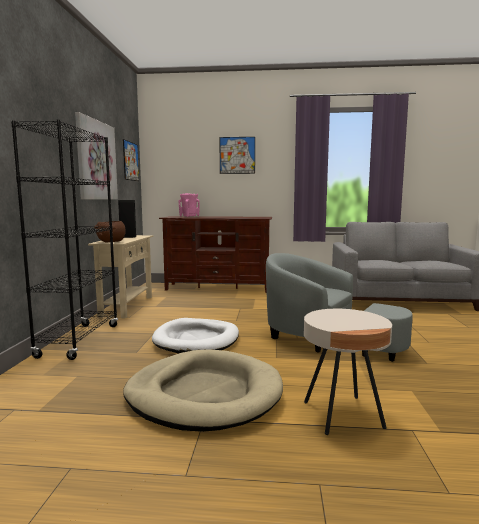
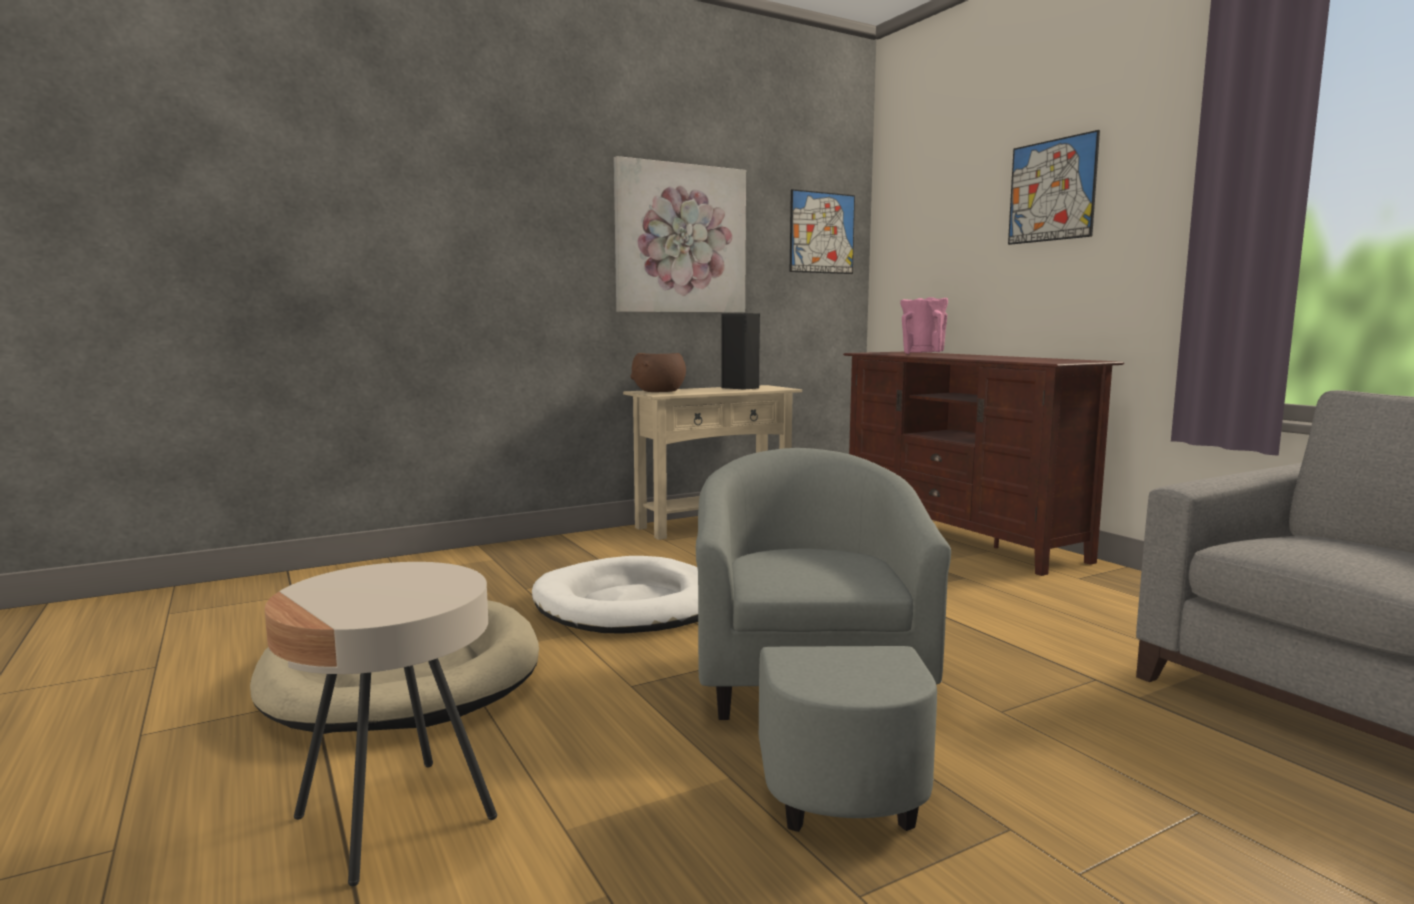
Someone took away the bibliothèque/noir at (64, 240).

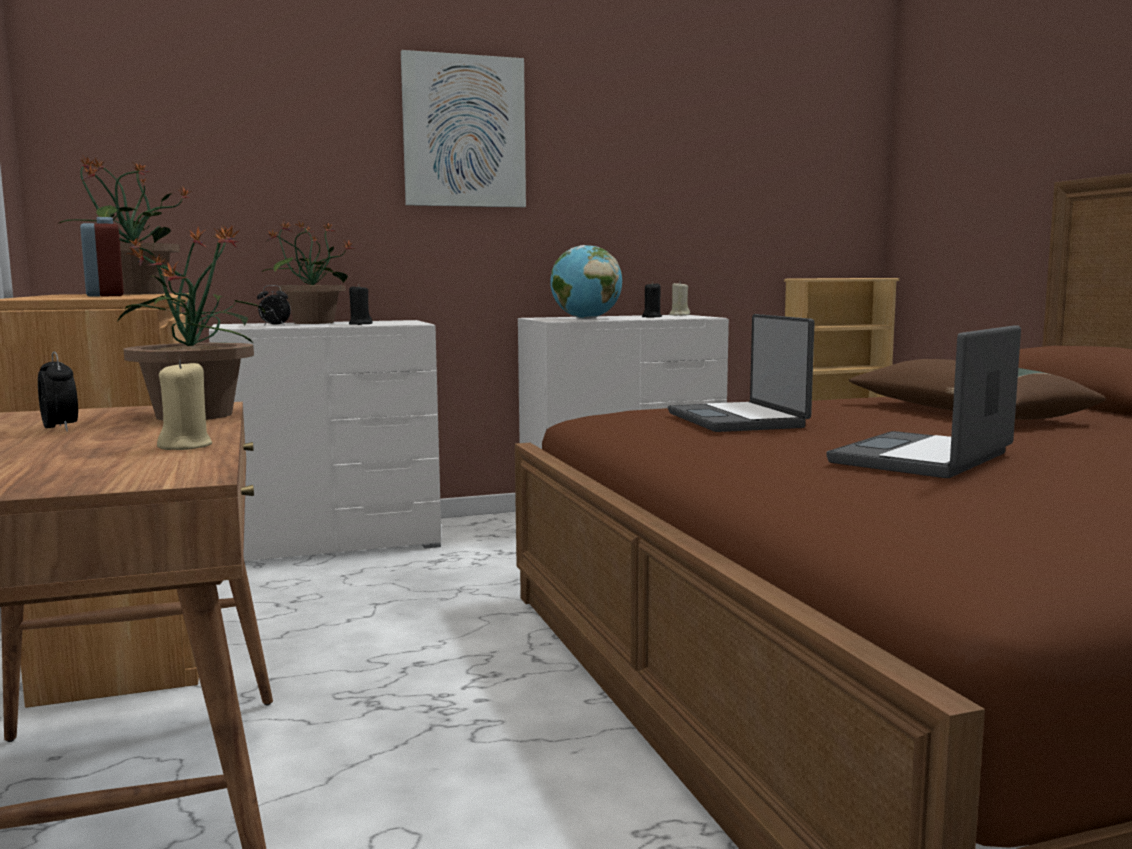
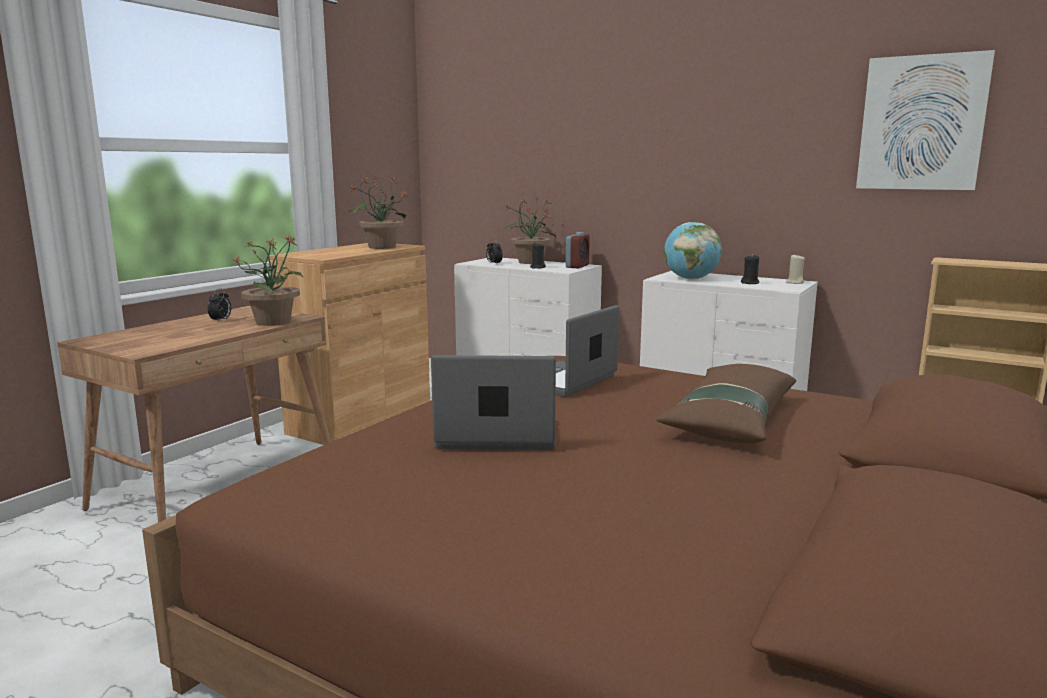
Someone carried the réveil from (102, 257) to (578, 250). Someone carried the tableau from (463, 129) to (925, 120). Someone took away the bougie/beige at (184, 405).

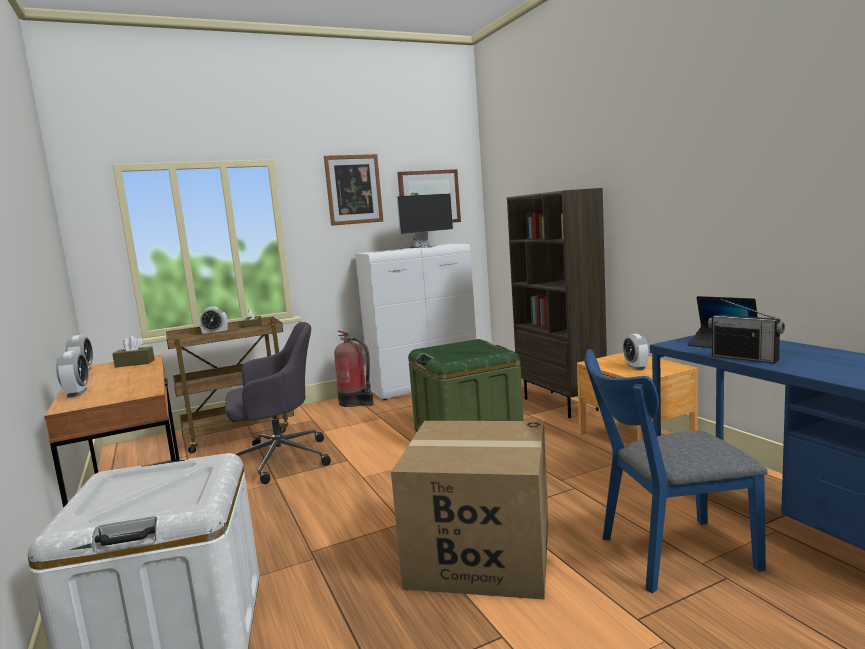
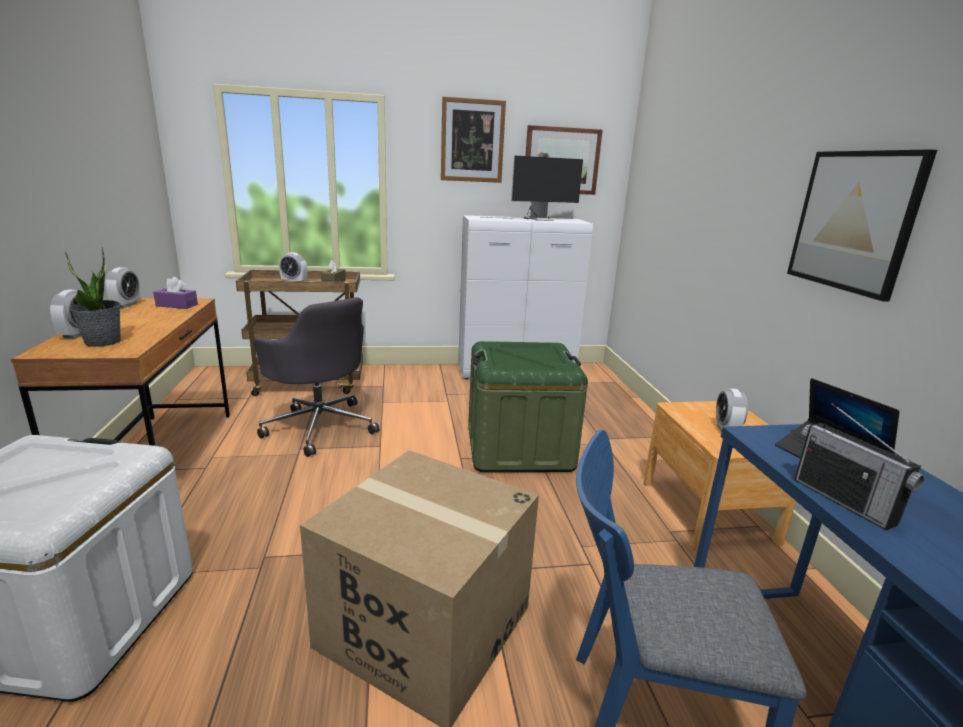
Someone put down the plante en pot at (93, 297). Someone repainted the boîte à mouchoirs/marron at (134, 351), which became the boîte à mouchoirs/violet at (175, 293). Someone rotated the chaise de bureau/gris at (278, 403) by 45 degrees clockwise. Someone put up the tableau at (862, 225). Someone took away the extincteur at (353, 369). Someone took away the bibliothèque/marron at (557, 303).

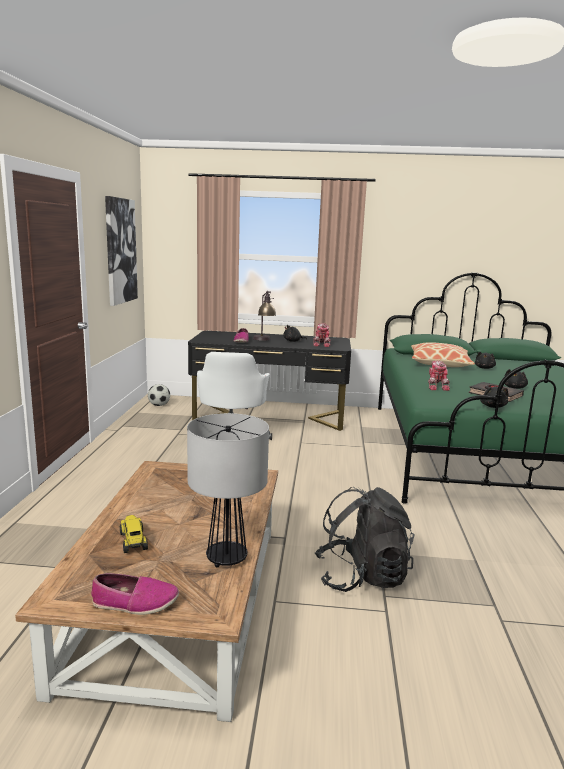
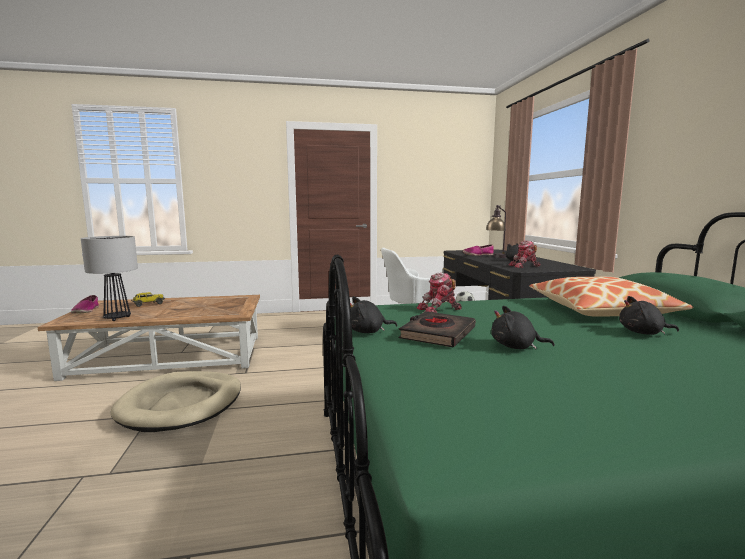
Someone swapped the sac à dos/noir at (365, 539) for the panier pour chien/beige at (176, 401). Someone took away the tableau at (121, 251).

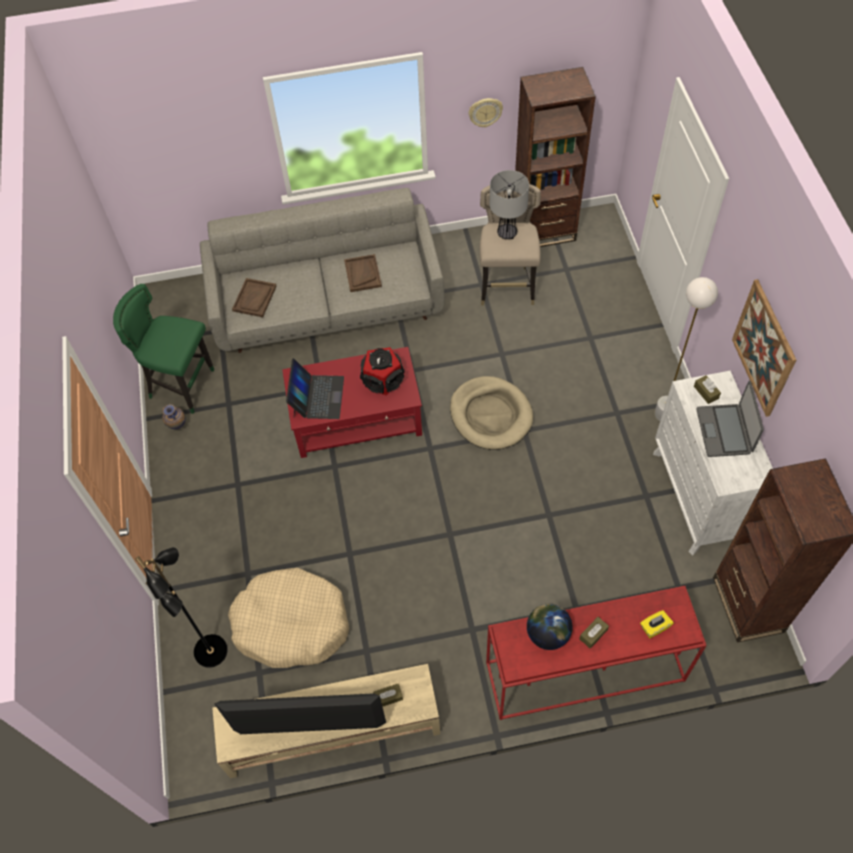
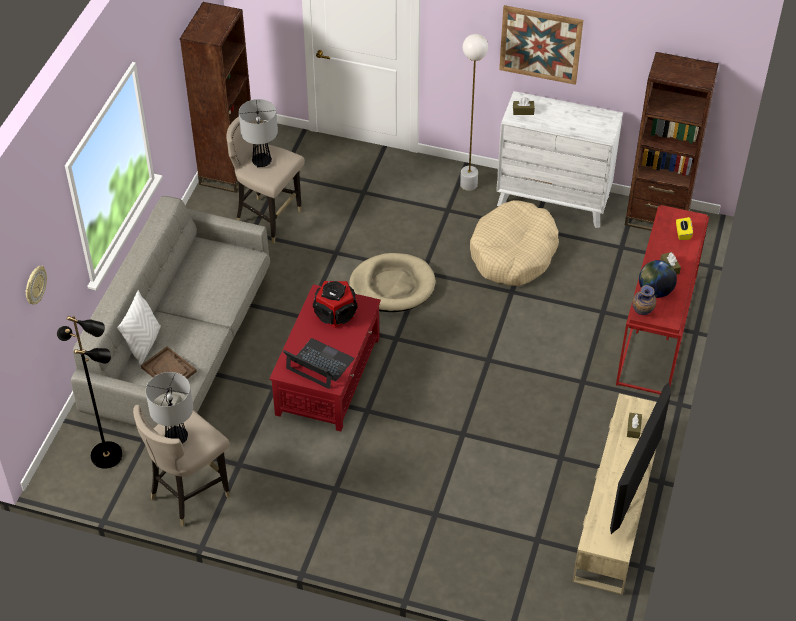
Someone carried the horloge murale from (486, 113) to (36, 285). Someone carried the lampadaire/noir from (181, 607) to (90, 392). Someone put down the coussin/blanc at (139, 328). Someone repainted the tabouret/vert at (163, 349), which became the tabouret/beige at (181, 466). Someone put down the lampe de table at (169, 408). Someone carried the panier pour chien/beige from (288, 618) to (514, 243). Someone carried the vase from (174, 416) to (644, 300). Someone took away the plateau/marron at (363, 273). Someone took away the ordinateur portable at (730, 418).

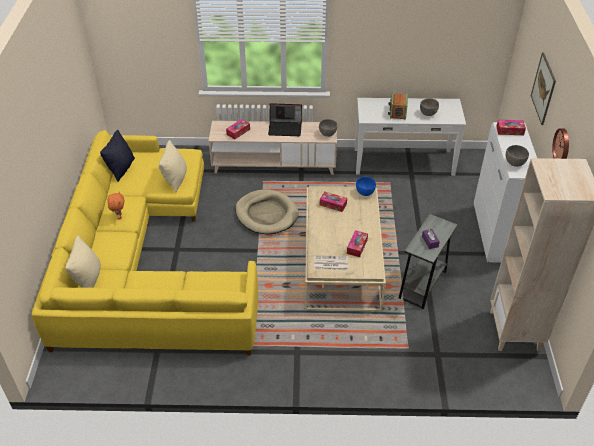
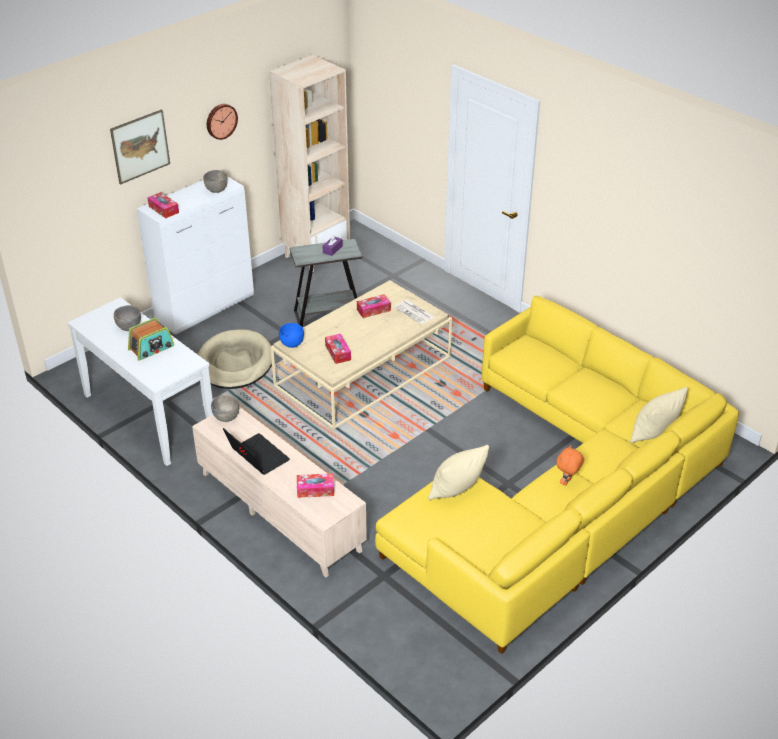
Someone carried the panier pour chien/beige from (266, 211) to (235, 359). Someone took away the coussin/noir at (117, 156).

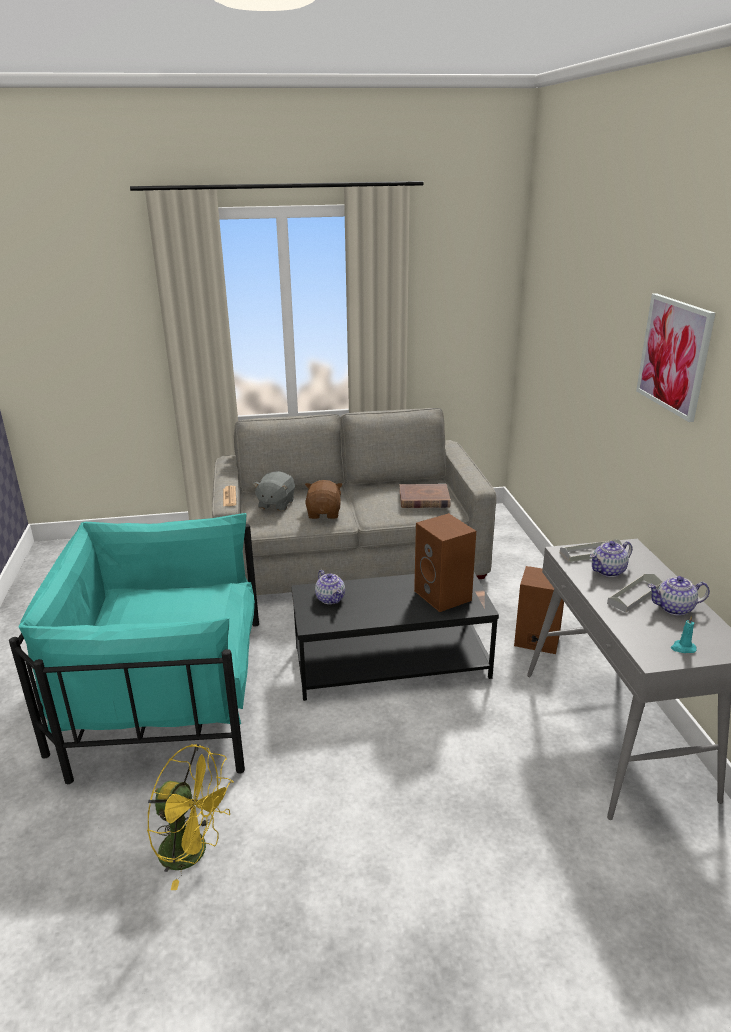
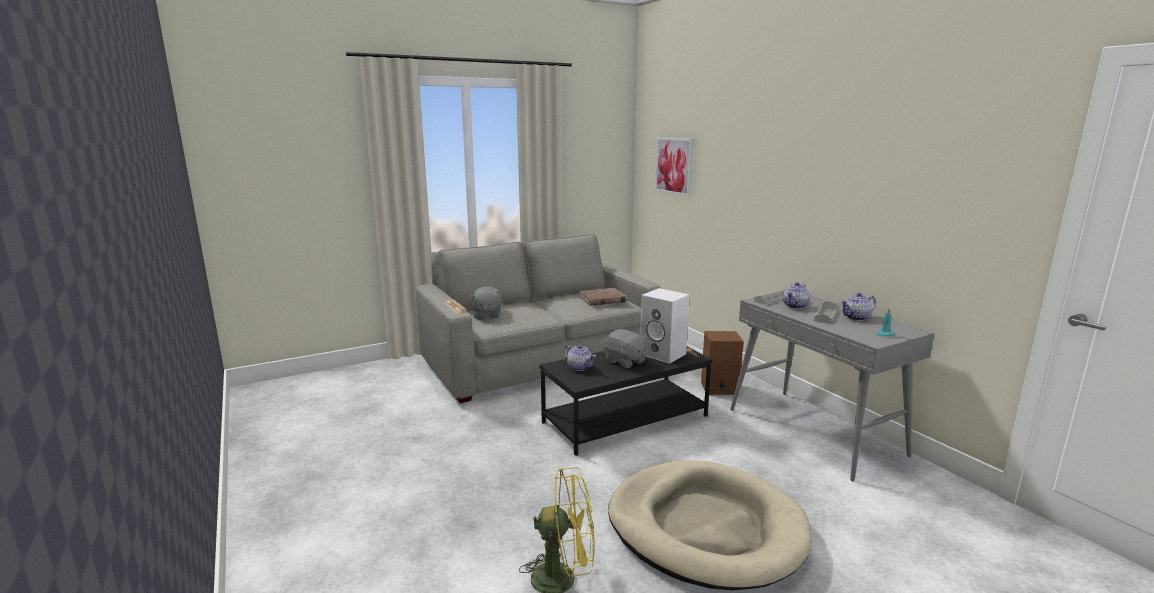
Someone put down the peluche/gris at (626, 348). Someone put down the panier pour chien/beige at (710, 525). Someone repainted the enceinte/marron at (445, 562), which became the enceinte/blanc at (665, 326). Someone carried the tableau from (676, 357) to (674, 167). Someone took away the fauteuil/turquoise at (134, 649). Someone took away the peluche/marron at (324, 499).

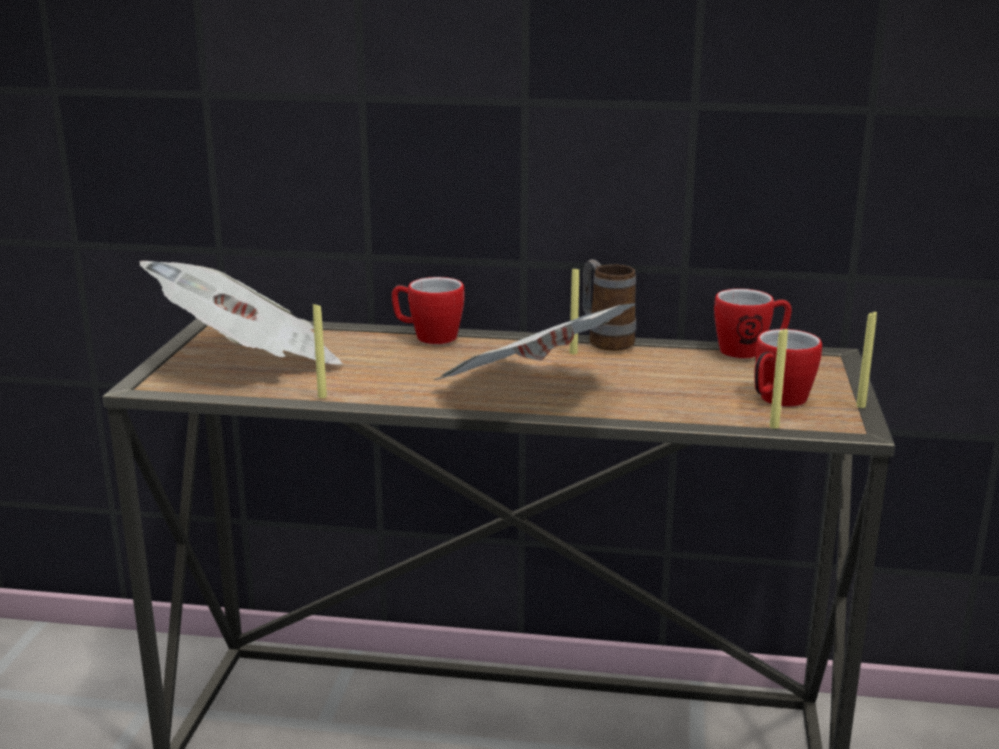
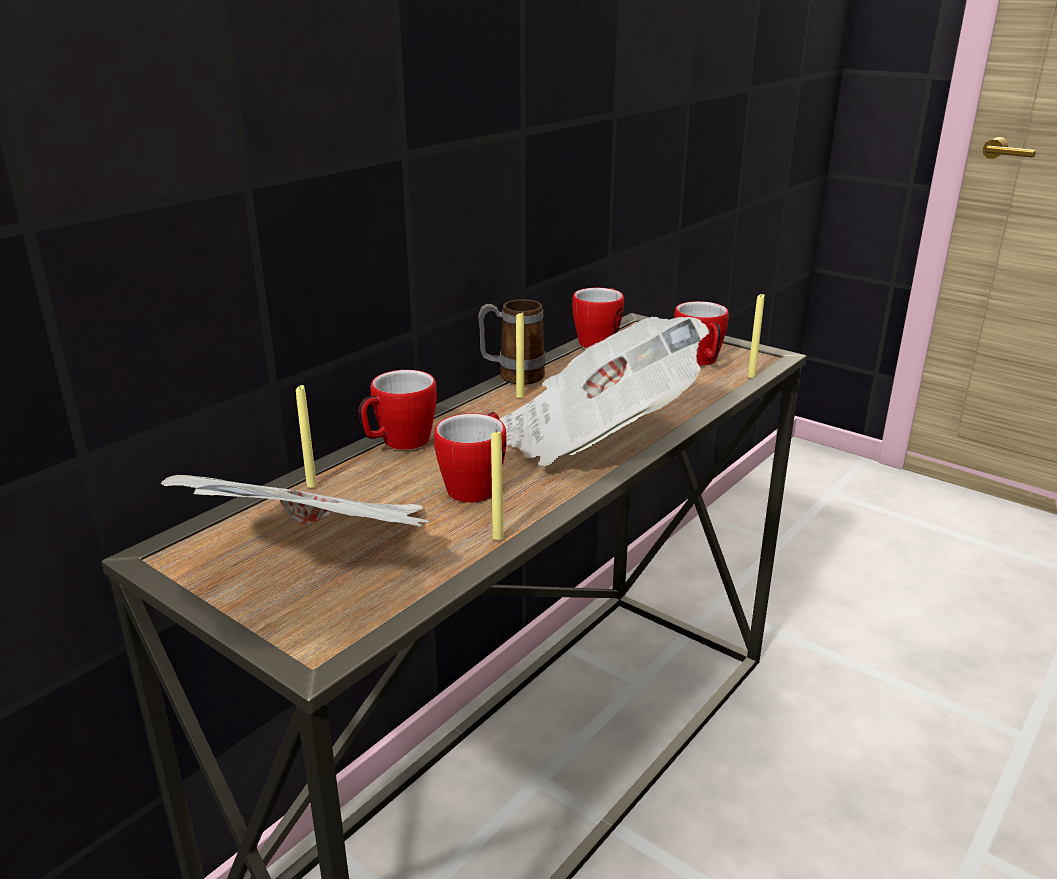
Someone carried the bougie/jaune from (866, 359) to (306, 436). Someone put down the mug at (470, 457).

